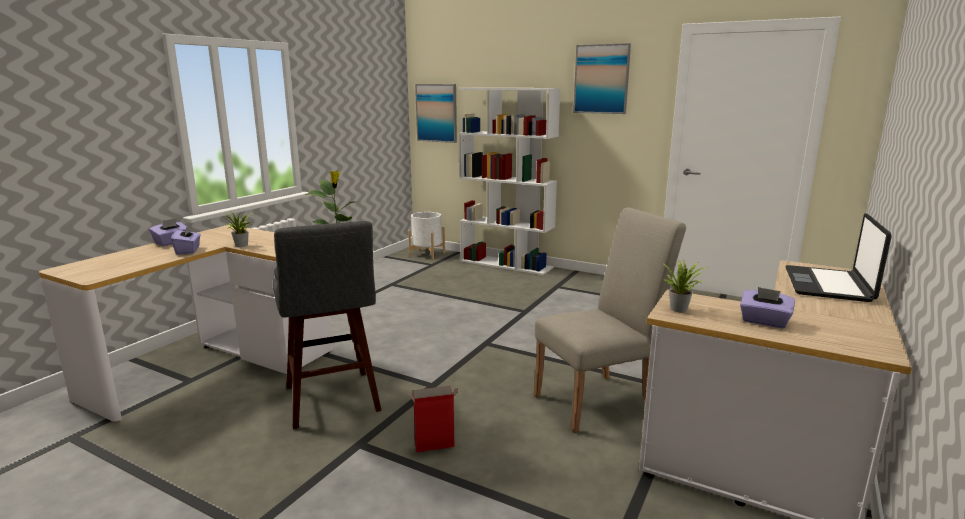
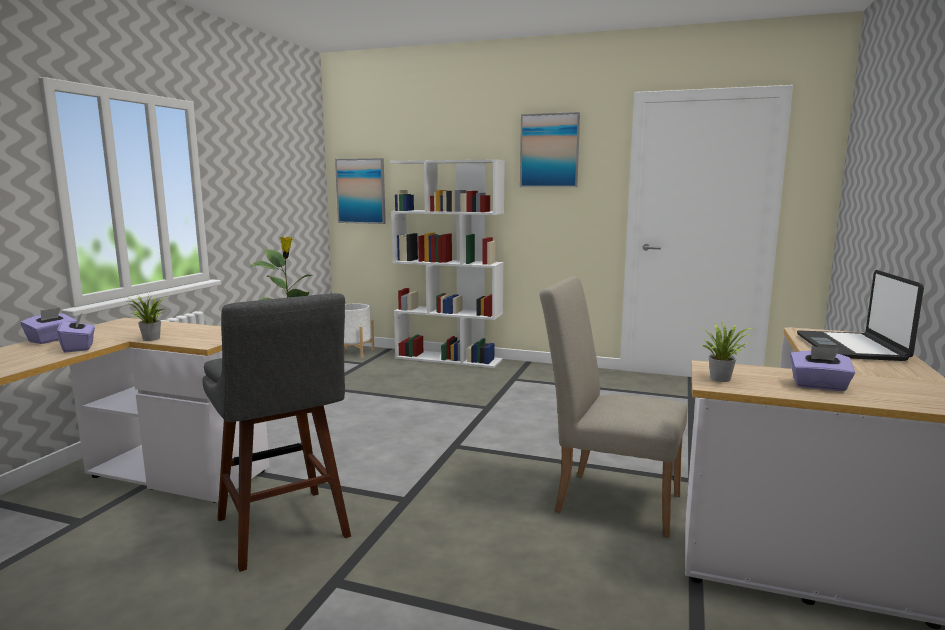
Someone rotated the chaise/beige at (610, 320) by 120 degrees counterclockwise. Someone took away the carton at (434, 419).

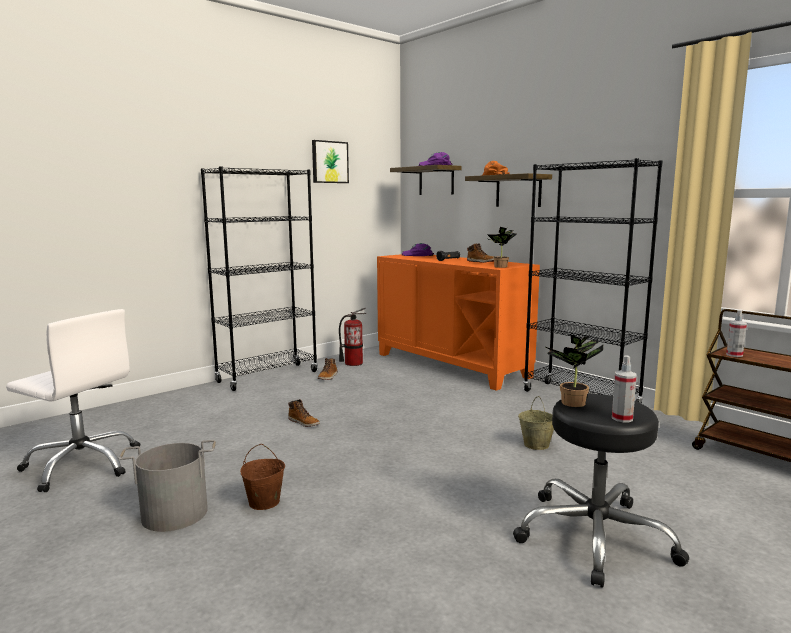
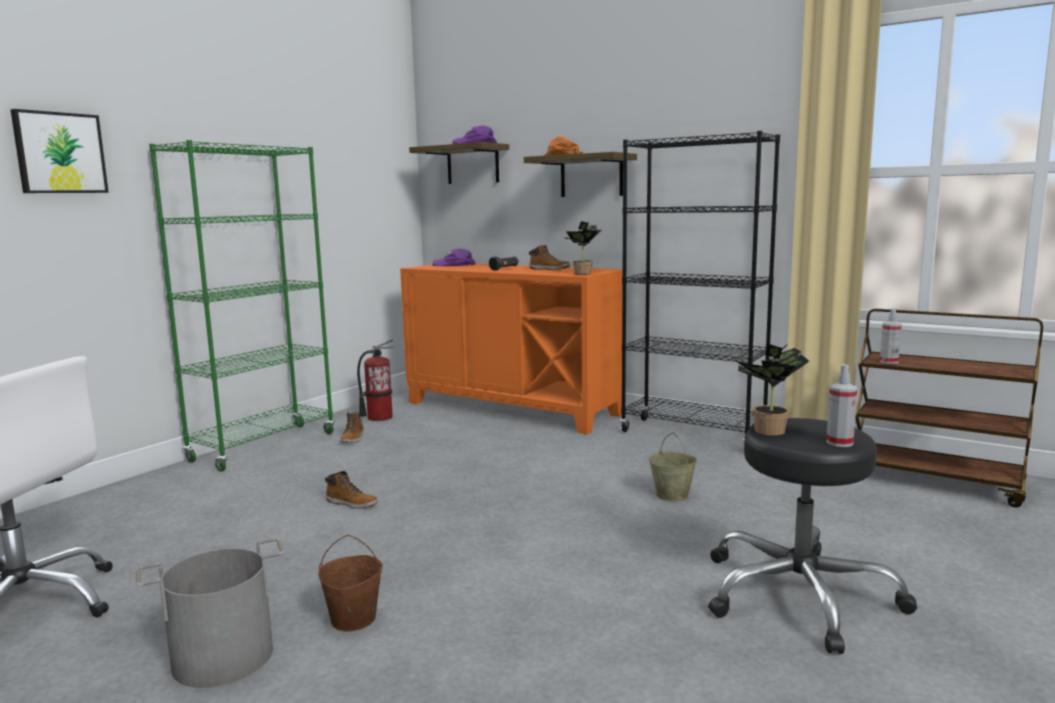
Someone carried the tableau from (330, 161) to (60, 151). Someone repainted the bibliothèque/noir at (259, 278), which became the bibliothèque/vert at (241, 306).

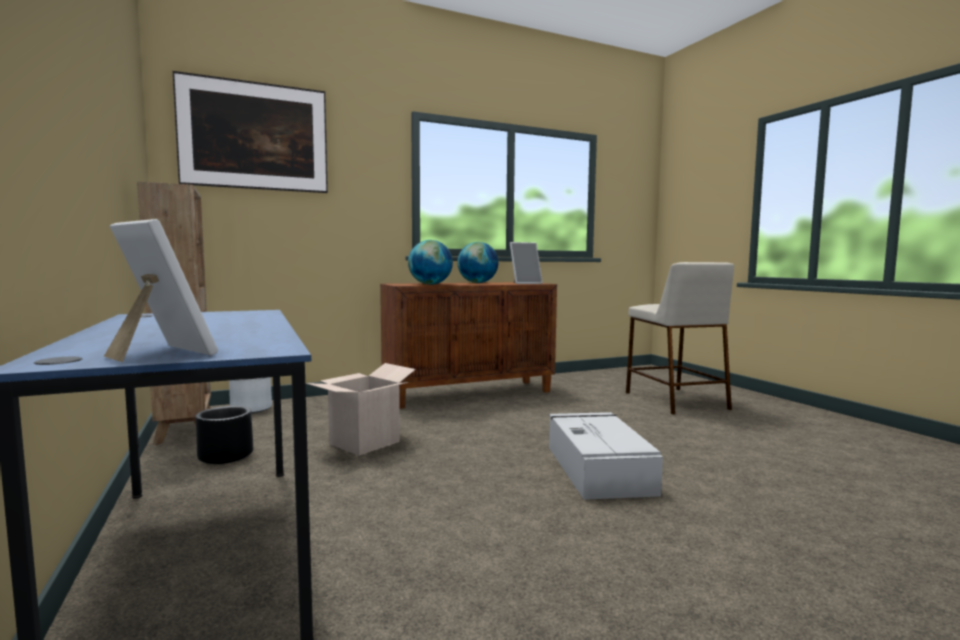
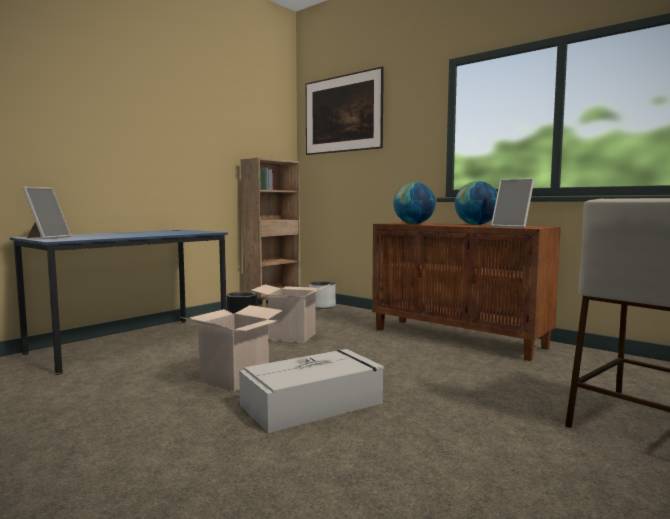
Someone put down the carton at (231, 348).

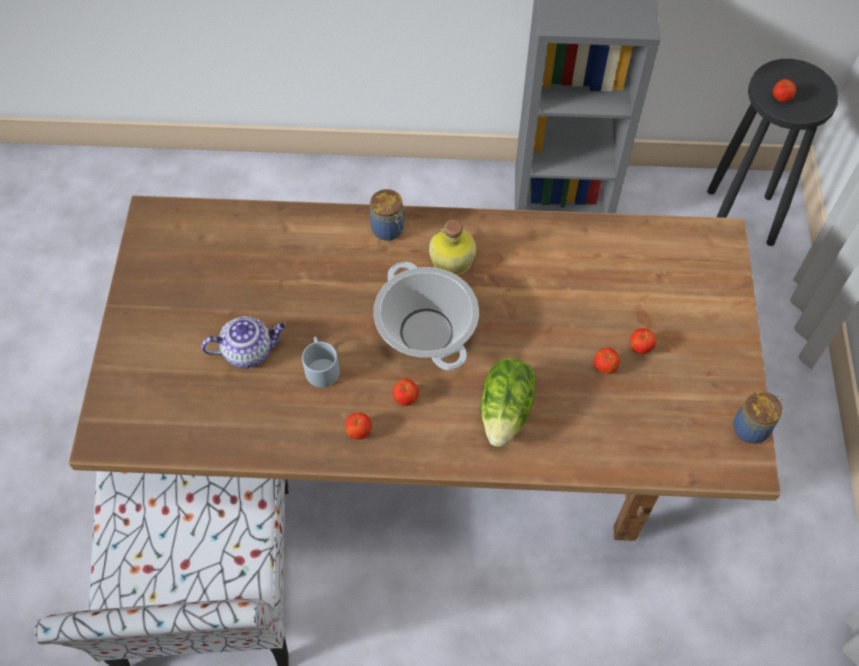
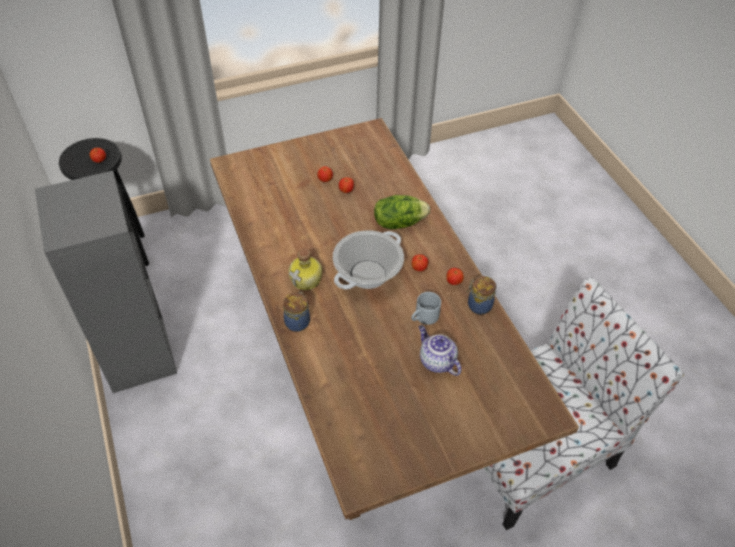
Someone carried the bocal from (757, 417) to (481, 295).

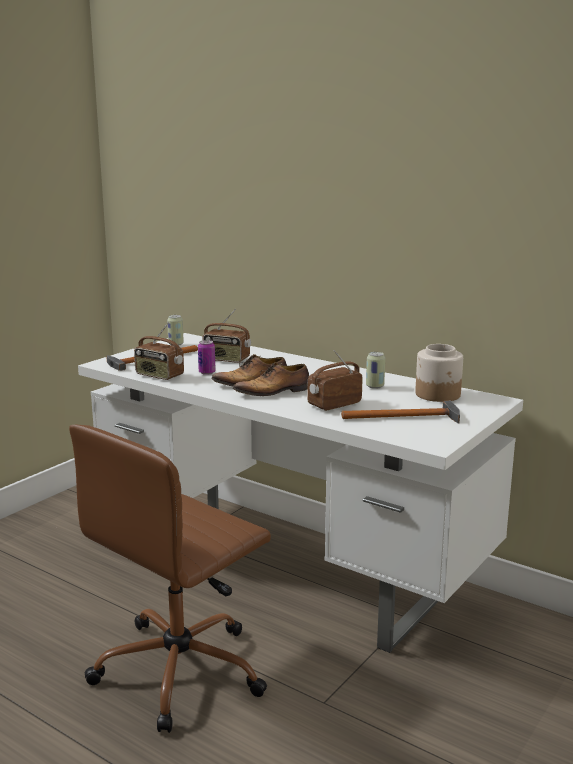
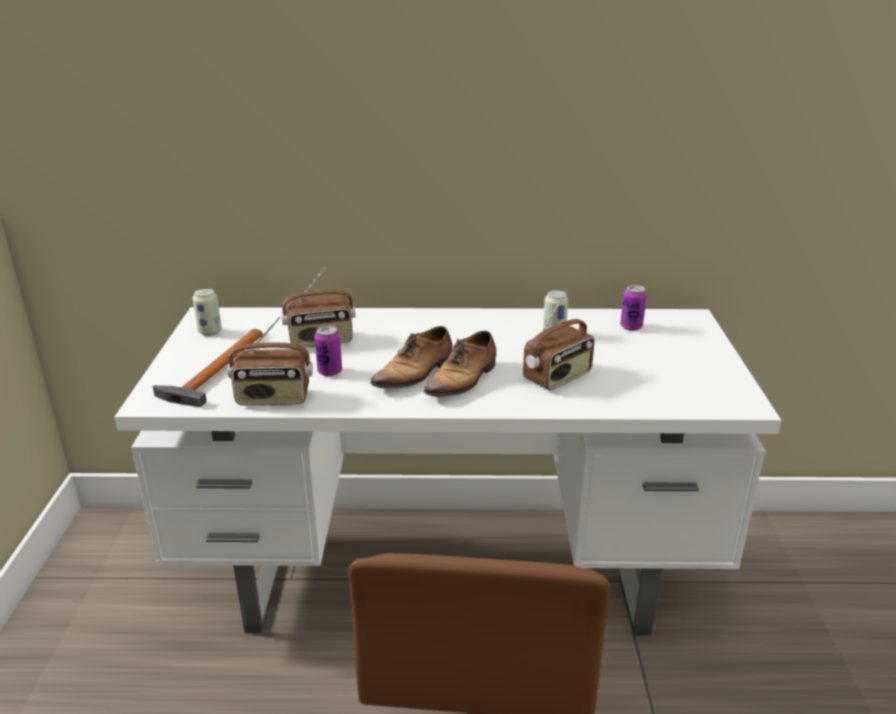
Someone rotated the radio at (334, 380) by 150 degrees counterclockwise. Someone swapped the bocal at (439, 373) for the boîte métallique at (633, 308). Someone took away the marteau at (400, 412).

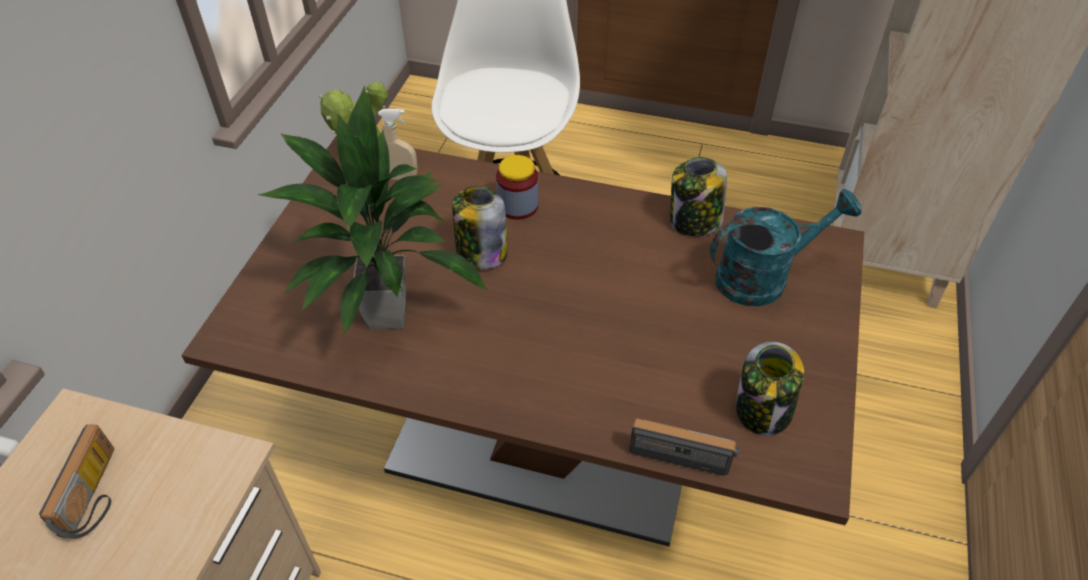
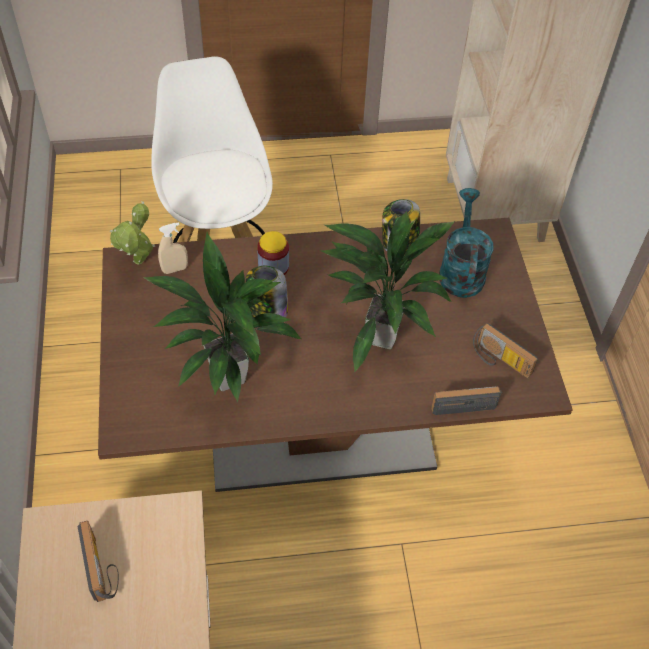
Someone put down the plante en pot at (387, 292). Someone rotated the arrosoir/turquoise at (785, 247) by 45 degrees counterclockwise. Someone swapped the bocal at (770, 389) for the radio at (505, 350).

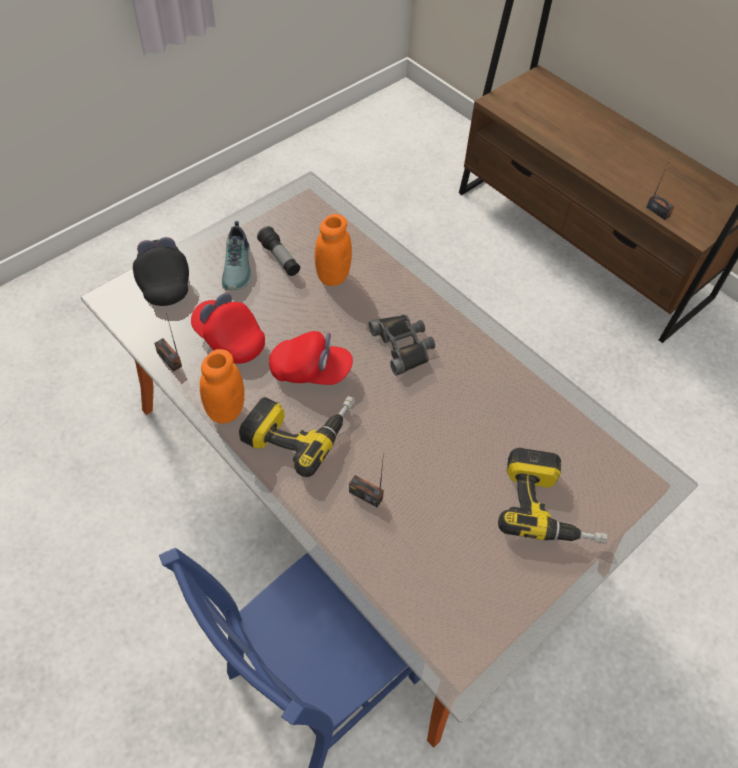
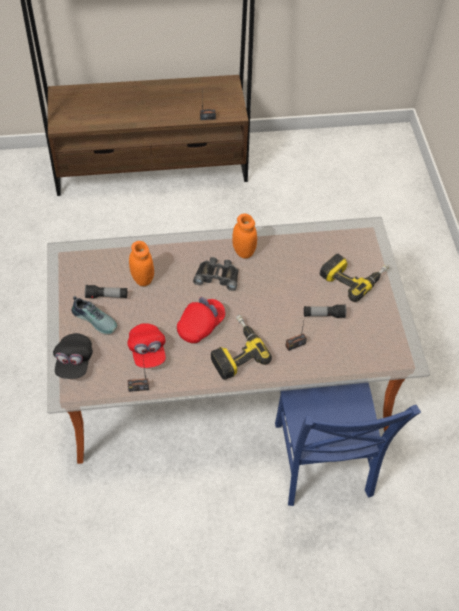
Someone rotated the casquette/noir at (161, 271) by 105 degrees counterclockwise. Someone rotated the casquette/rouge at (228, 328) by 90 degrees counterclockwise. Someone carried the bocal/orange from (222, 386) to (244, 236). Someone put down the lampe de poche at (325, 311).

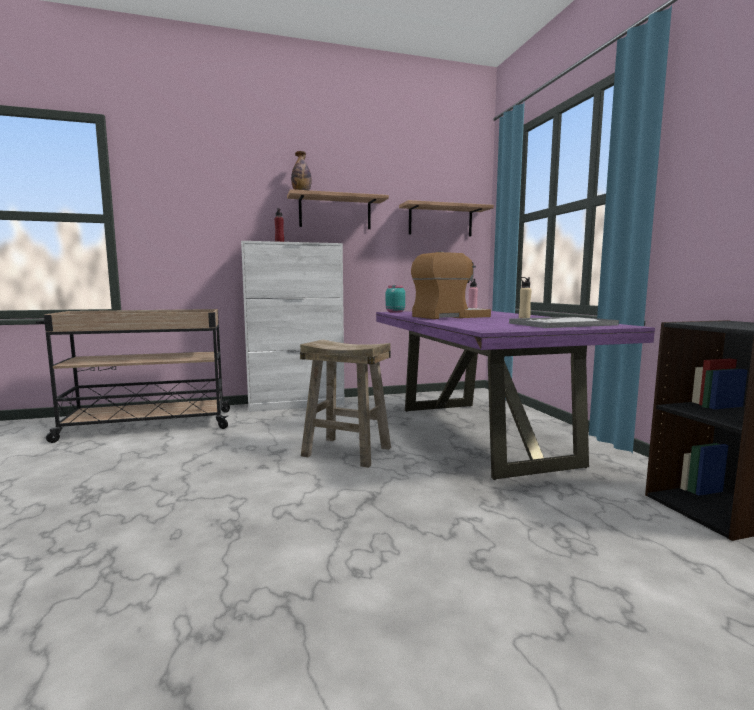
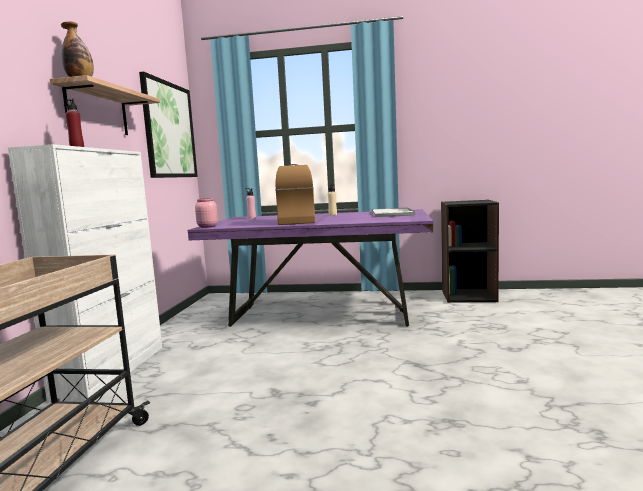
Someone swapped the étagère at (446, 218) for the tableau at (168, 125). Someone repainted the bocal/turquoise at (395, 299), which became the bocal/rose at (206, 213). Someone took away the tabouret/beige at (345, 404).

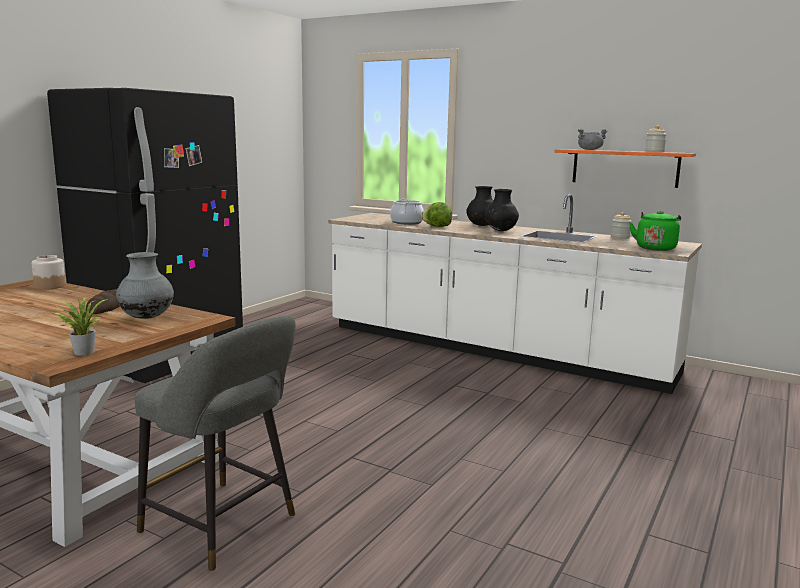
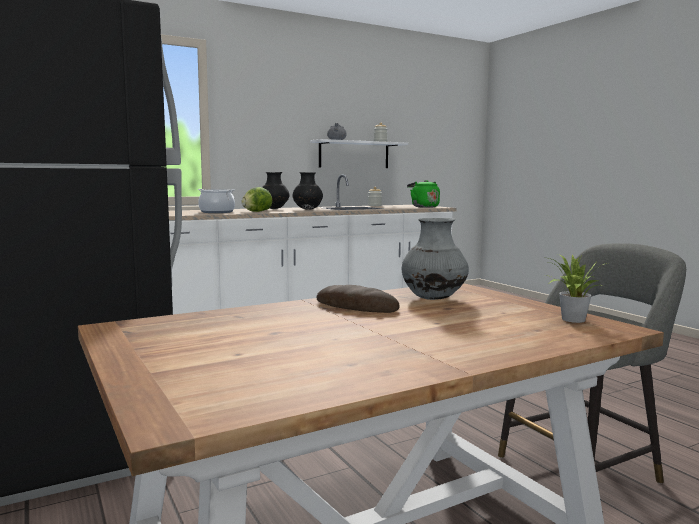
Someone repainted the étagère/orange at (625, 168), which became the étagère/blanc at (359, 153). Someone took away the bocal at (49, 272).

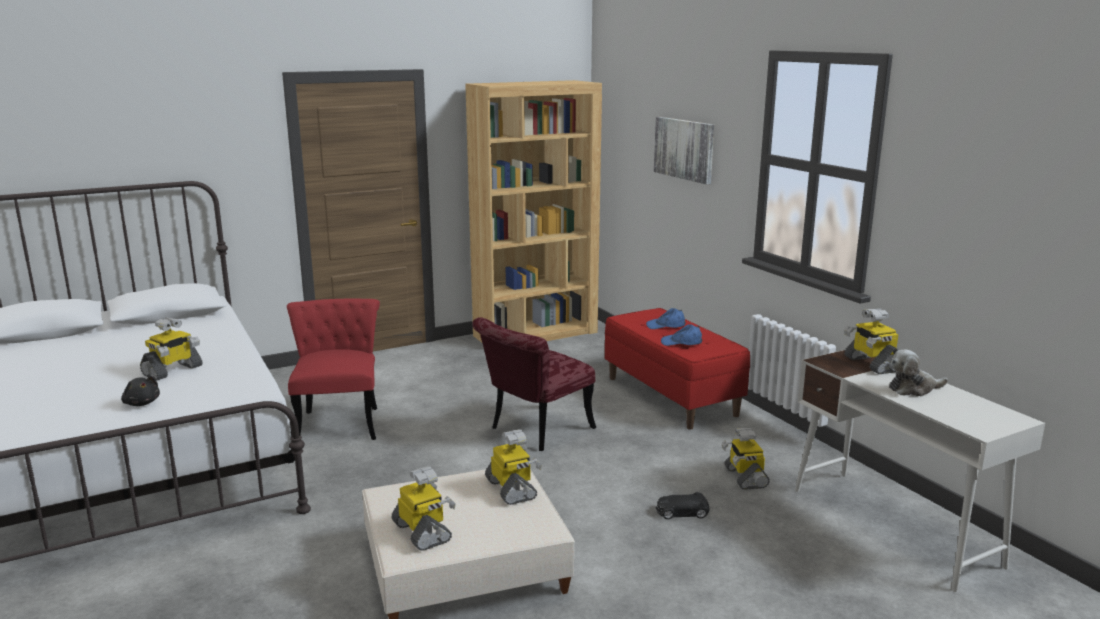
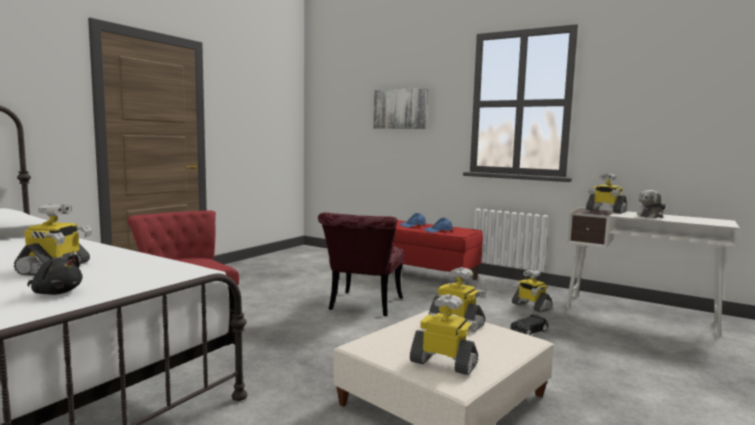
Someone took away the bibliothèque/marron at (533, 211).

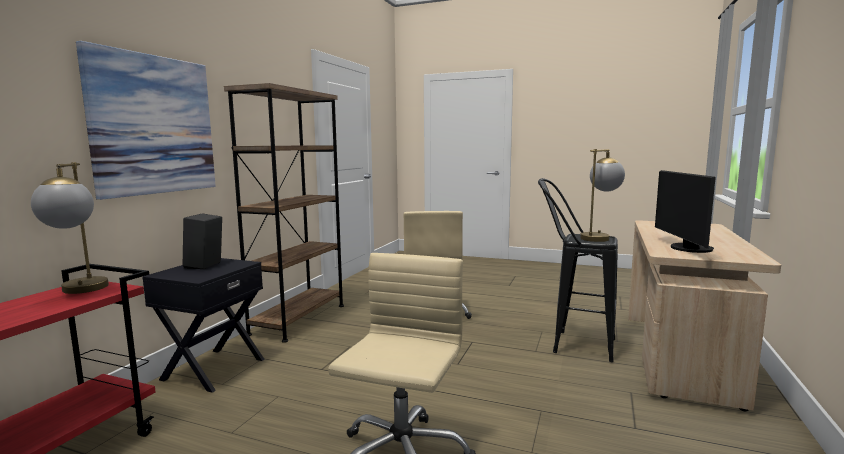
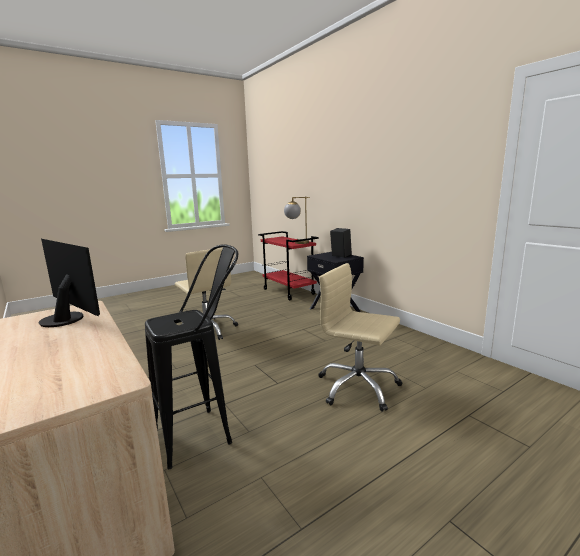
Someone took away the tableau at (146, 120). Someone took away the bibliothèque/marron at (284, 213). Someone took away the lampe de table at (602, 195).

